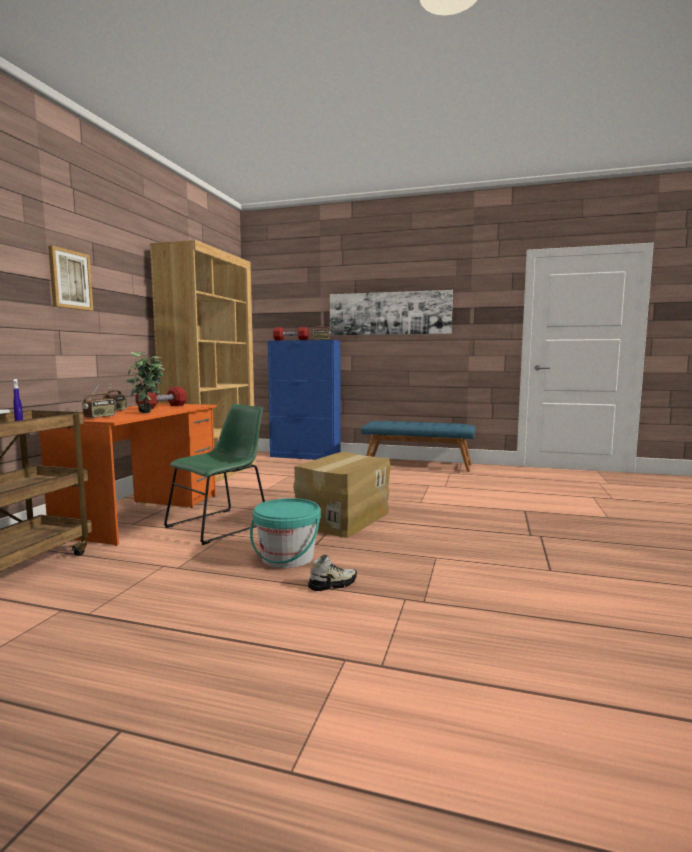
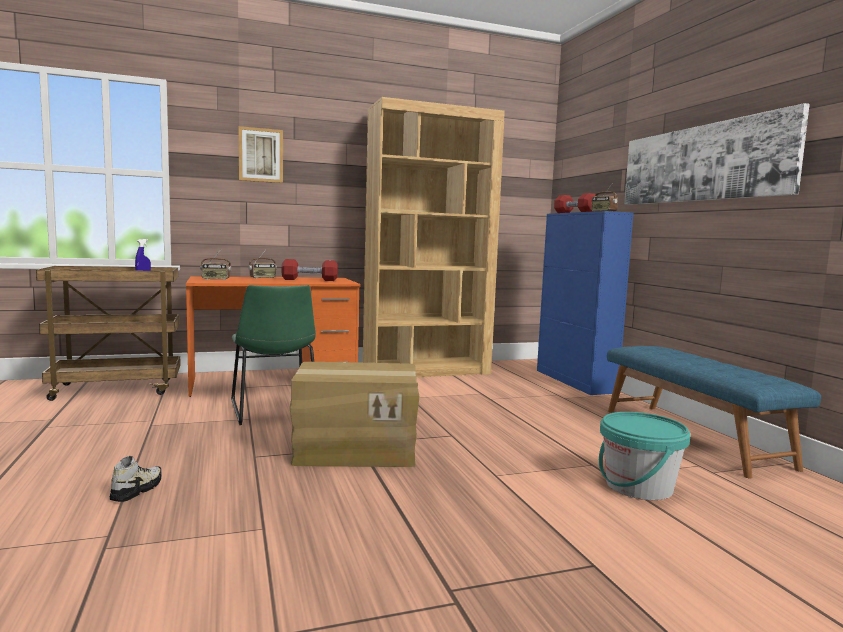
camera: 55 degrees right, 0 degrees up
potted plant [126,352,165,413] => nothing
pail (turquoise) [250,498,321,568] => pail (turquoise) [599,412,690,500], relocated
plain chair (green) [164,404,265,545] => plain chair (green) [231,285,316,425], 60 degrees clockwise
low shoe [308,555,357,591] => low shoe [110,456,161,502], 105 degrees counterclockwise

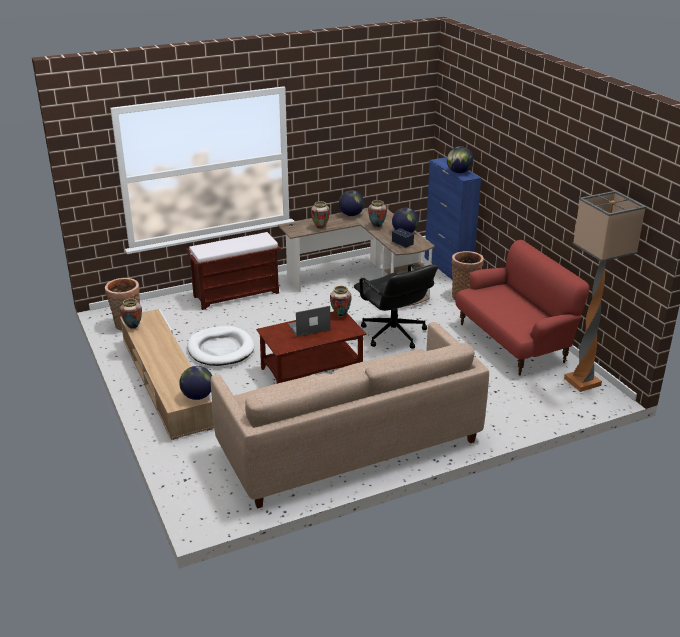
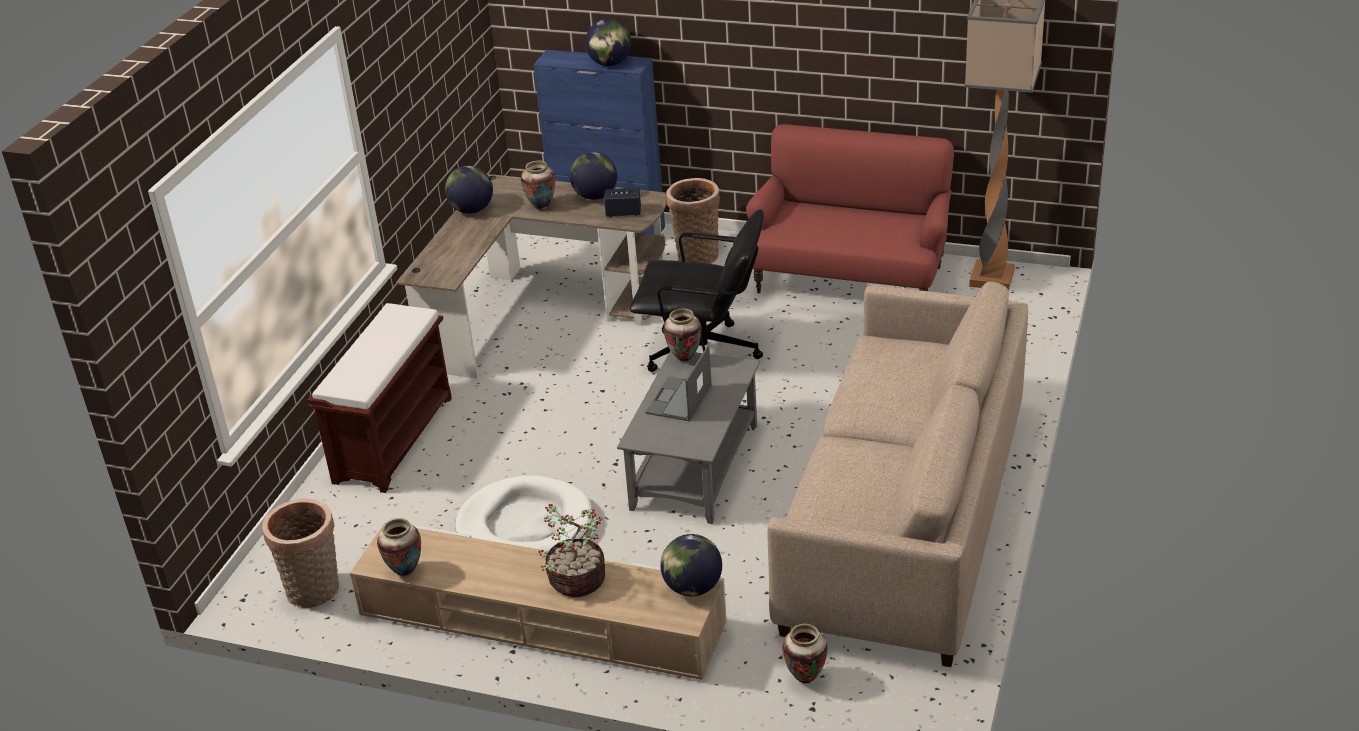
camera: 45 degrees left, 5 degrees up
nothing => potted plant [538,503,605,597]
vase [311,201,330,229] => vase [782,624,828,684], relocated
low table (brown) [256,311,367,384] => low table (grey) [617,351,760,524]

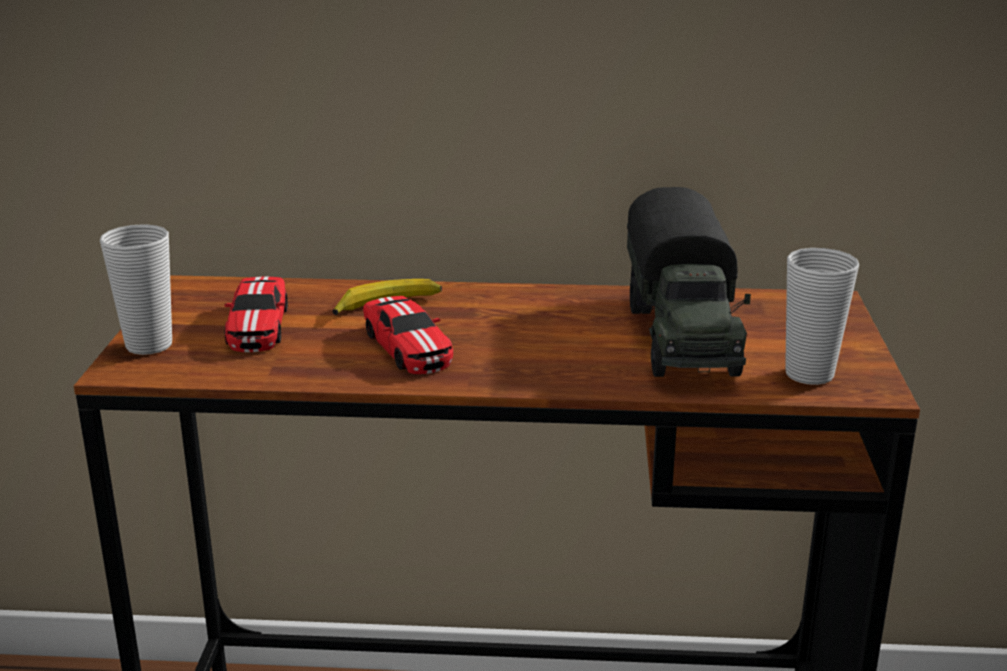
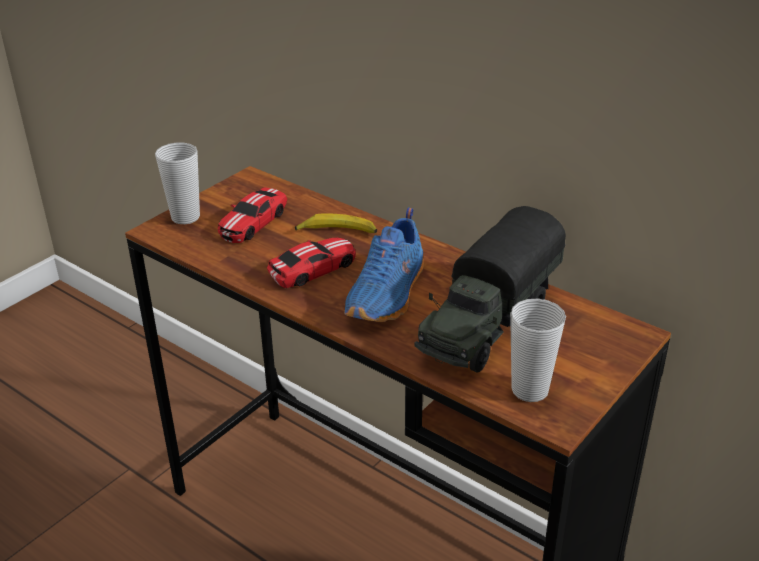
camera: 35 degrees right, 10 degrees up
nothing => low shoe (blue-coloured) [344,208,424,322]
model car [363,296,453,374] => model car [267,237,356,288], 135 degrees counterclockwise

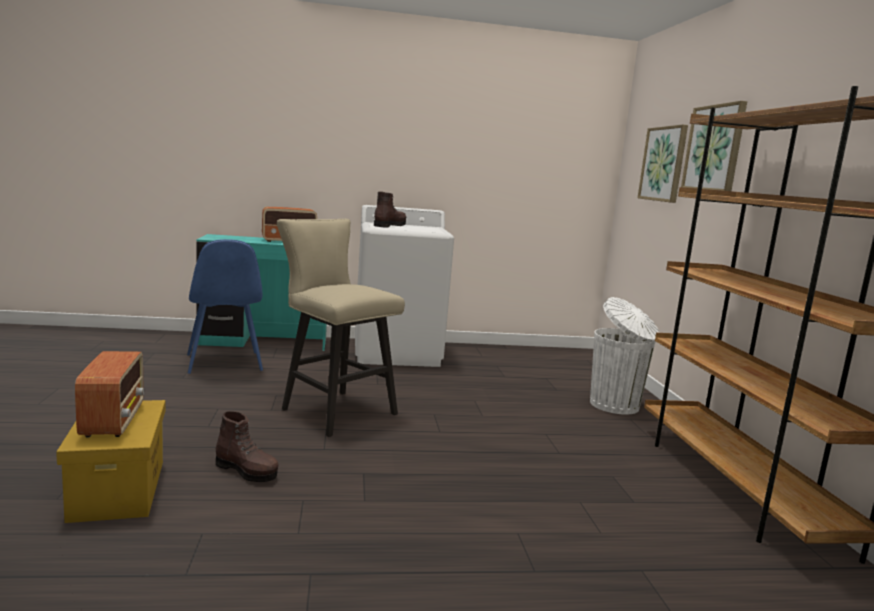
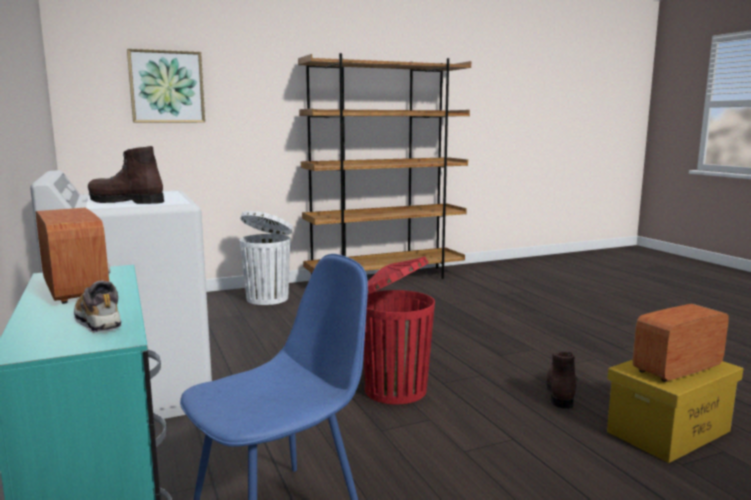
camera: 105 degrees left, 0 degrees up
picture [681,101,747,191] => nothing
nothing => low shoe [74,281,121,333]
stool seat (beige-coloured) [277,219,405,437] => waste bin (reddish) [363,257,435,404]

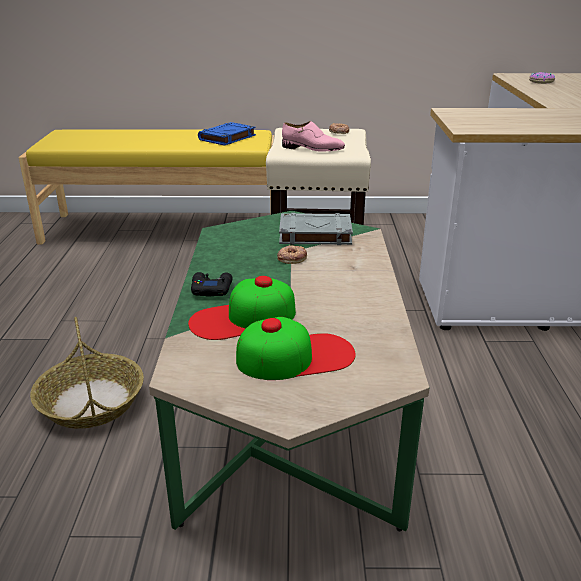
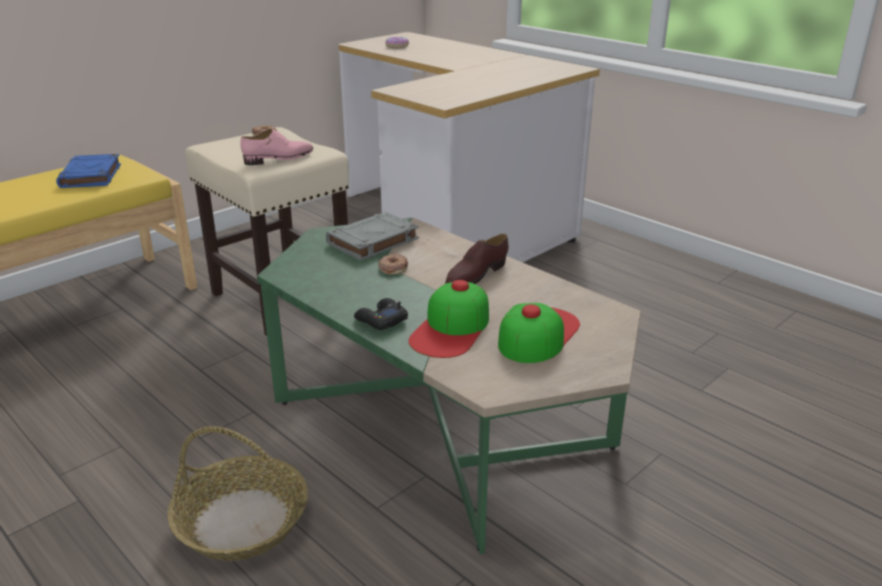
camera: 45 degrees left, 0 degrees up
nothing => low shoe (brown) [445,234,509,284]

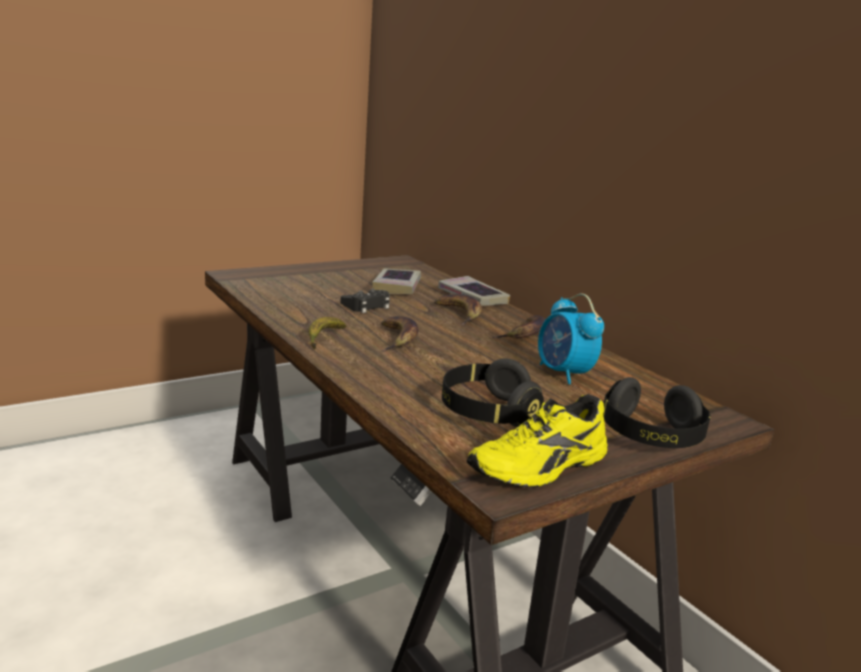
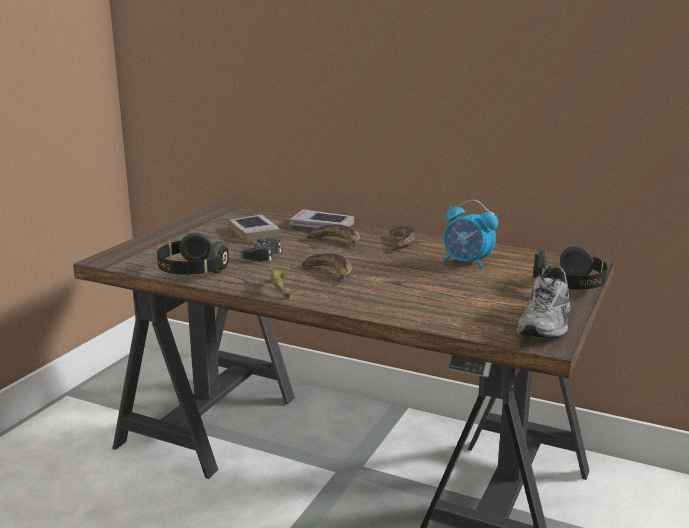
camera: 30 degrees left, 0 degrees up
headphones (blackish) [442,358,544,427] => headphones (blackish) [157,233,229,275], relocated
low shoe (yellowish) [467,394,608,487] => low shoe (grey) [517,266,570,338]

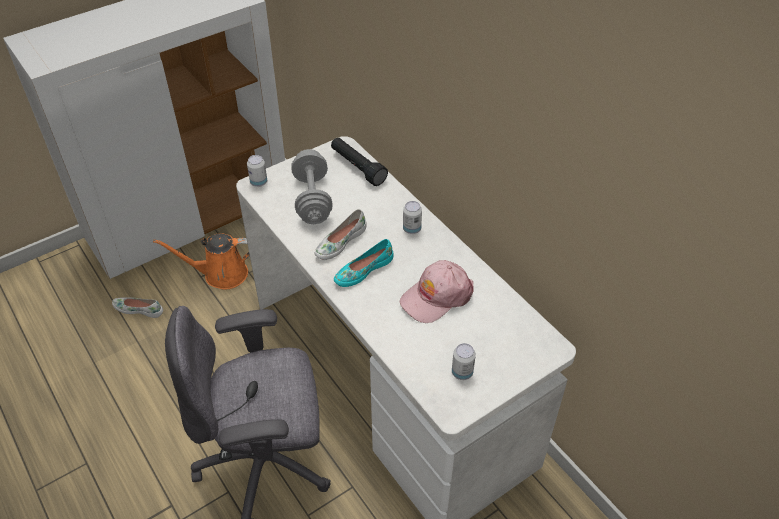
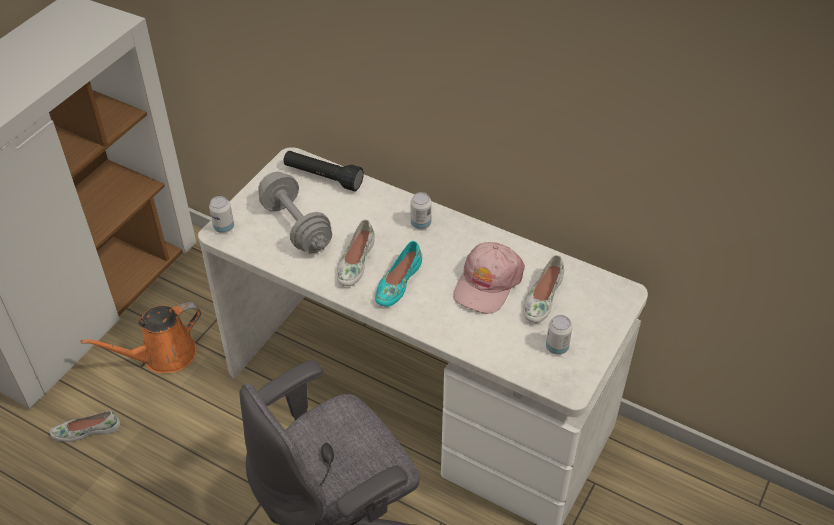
camera: 25 degrees left, 0 degrees up
nothing => low shoe (whitish) [523,255,564,323]

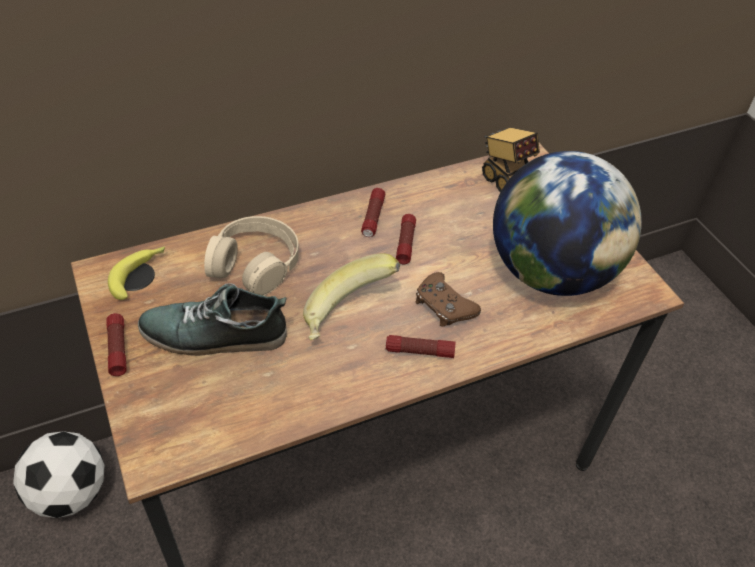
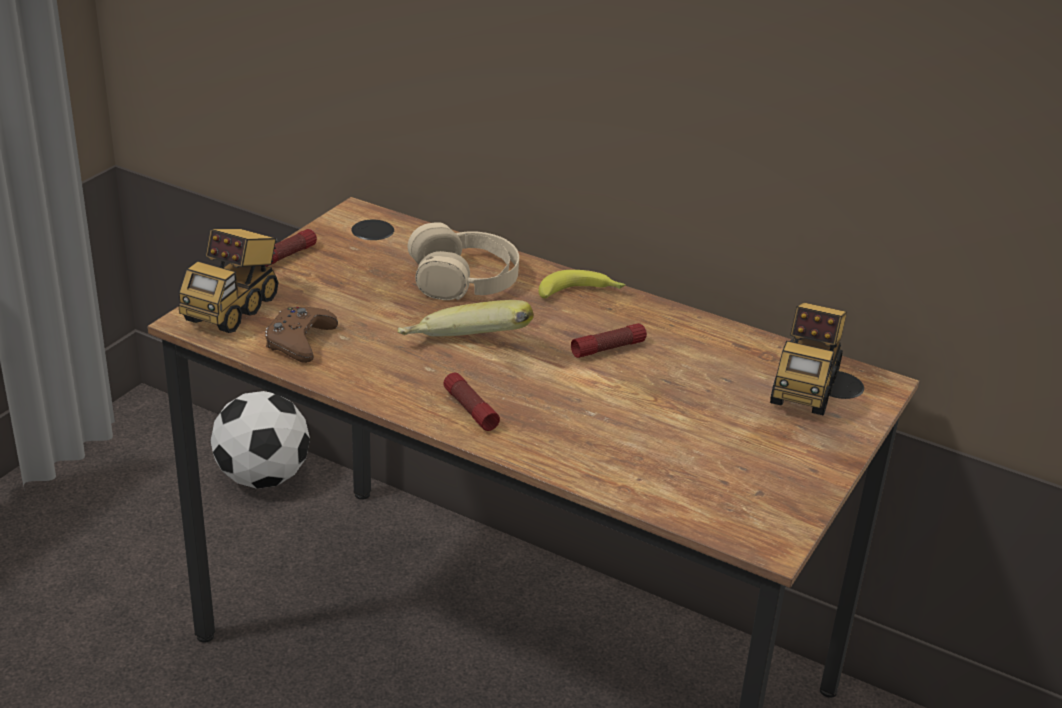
camera: 55 degrees right, 15 degrees down
low shoe [138,283,287,356] => nothing
torch [361,188,385,237] => nothing
desk globe [493,151,642,296] => nothing
nothing => model truck [178,229,279,333]
banana fruit [108,246,165,300] => banana fruit [539,270,626,299], relocated
gamepad (brown) [416,272,481,327] => gamepad (brown) [265,307,338,363], relocated

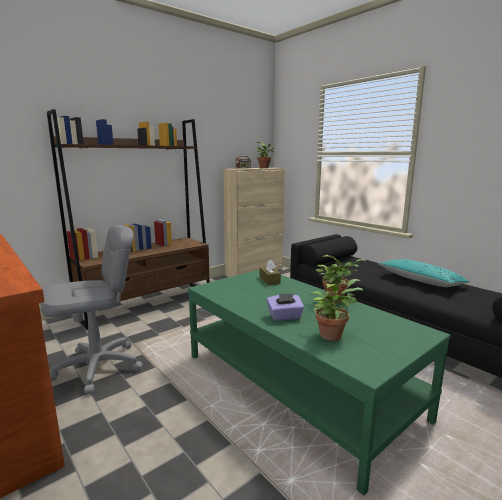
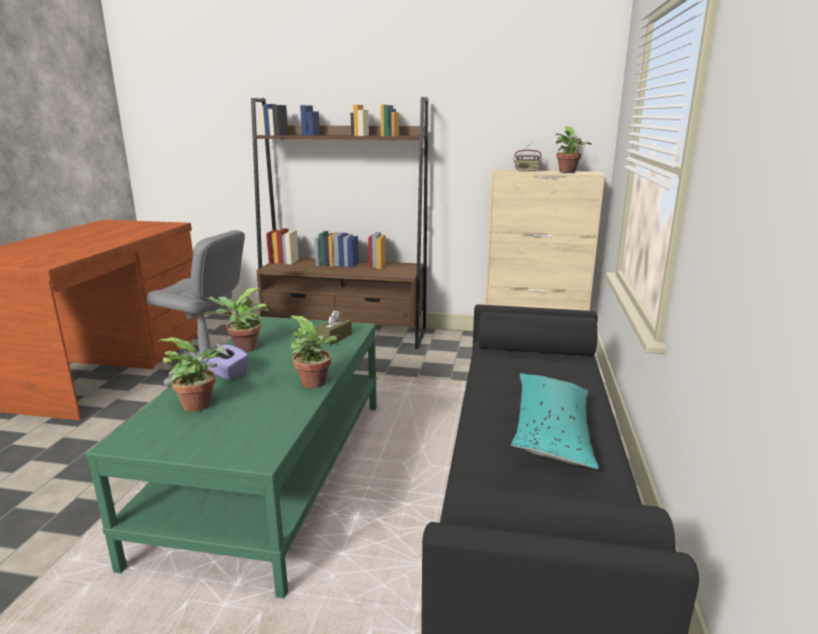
camera: 50 degrees right, 5 degrees up
nothing => potted plant [206,288,269,352]

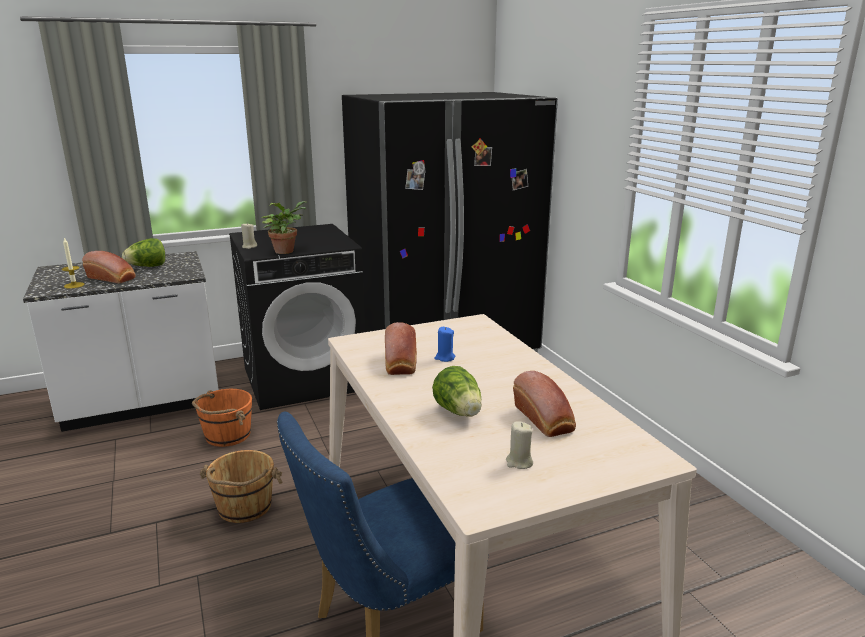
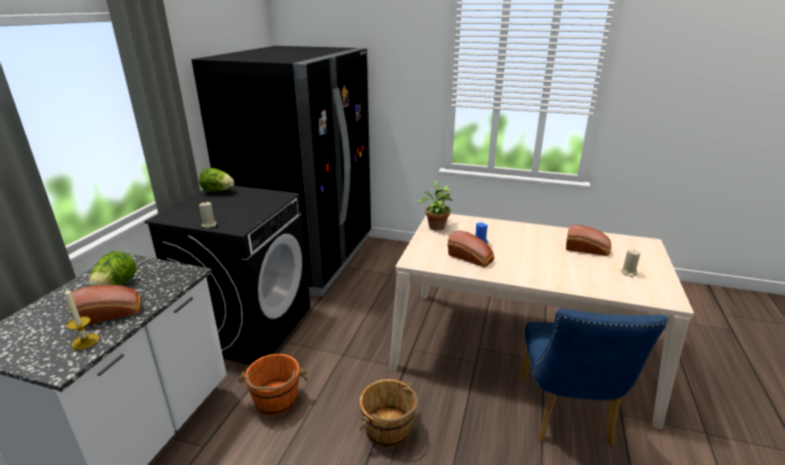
camera: 50 degrees left, 5 degrees up
potted plant [262,201,308,254] => potted plant [417,181,452,231], relocated
lettuce head [432,366,482,417] => lettuce head [199,168,234,192], relocated

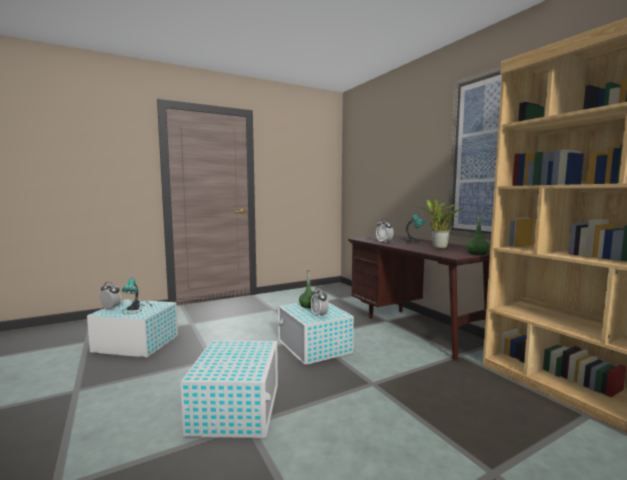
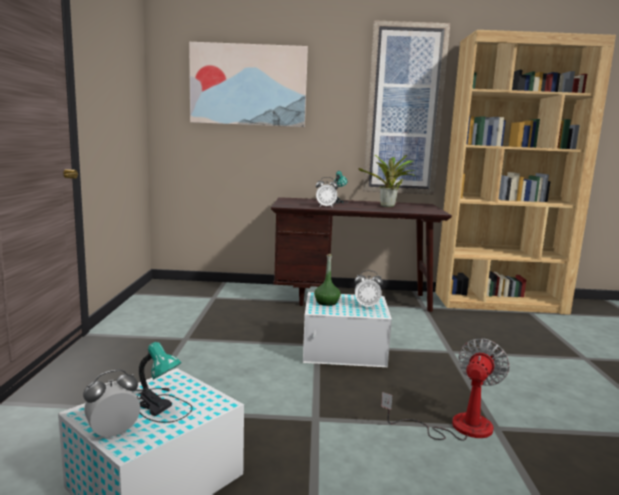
camera: 60 degrees left, 5 degrees up
bottle (green) [466,213,490,255] => nothing
nothing => picture [189,42,308,127]
storage container (whitish) [181,340,278,438] => cooling fan [381,339,510,441]

